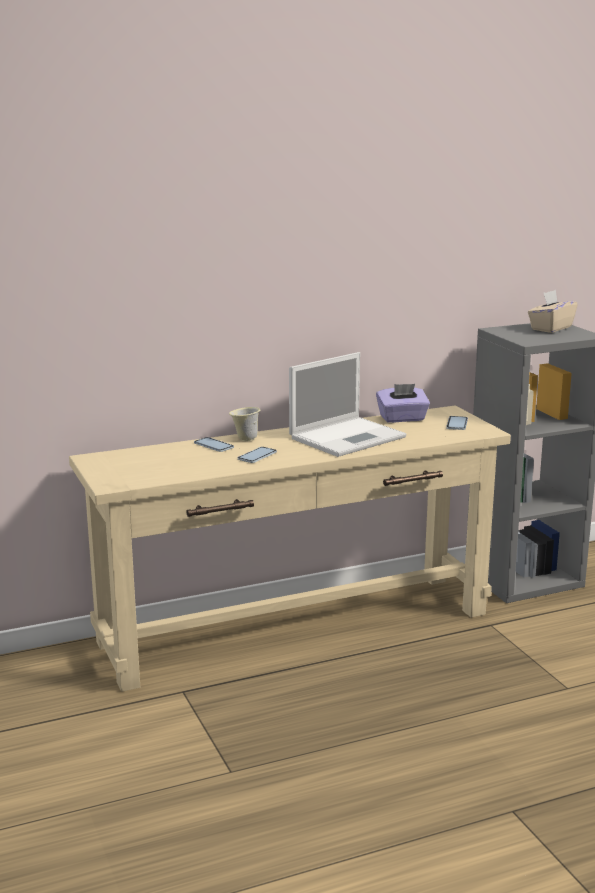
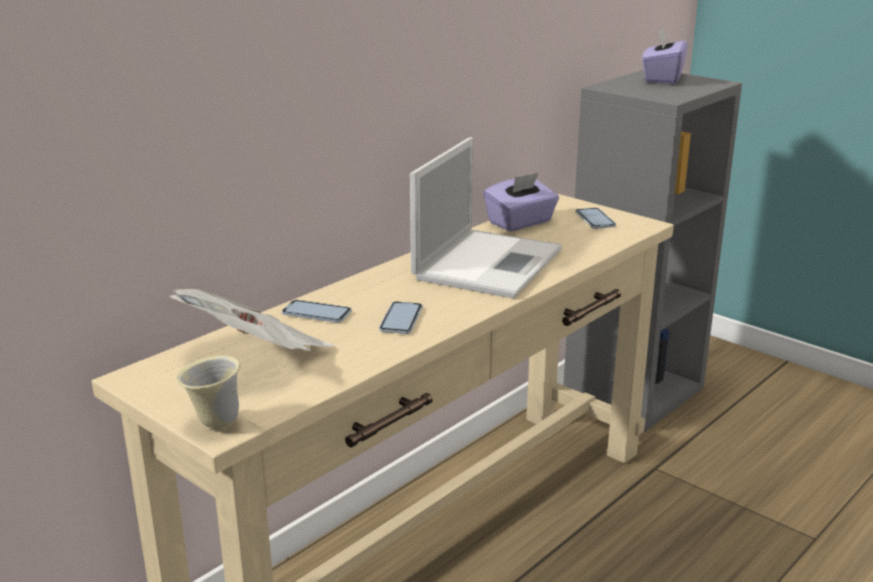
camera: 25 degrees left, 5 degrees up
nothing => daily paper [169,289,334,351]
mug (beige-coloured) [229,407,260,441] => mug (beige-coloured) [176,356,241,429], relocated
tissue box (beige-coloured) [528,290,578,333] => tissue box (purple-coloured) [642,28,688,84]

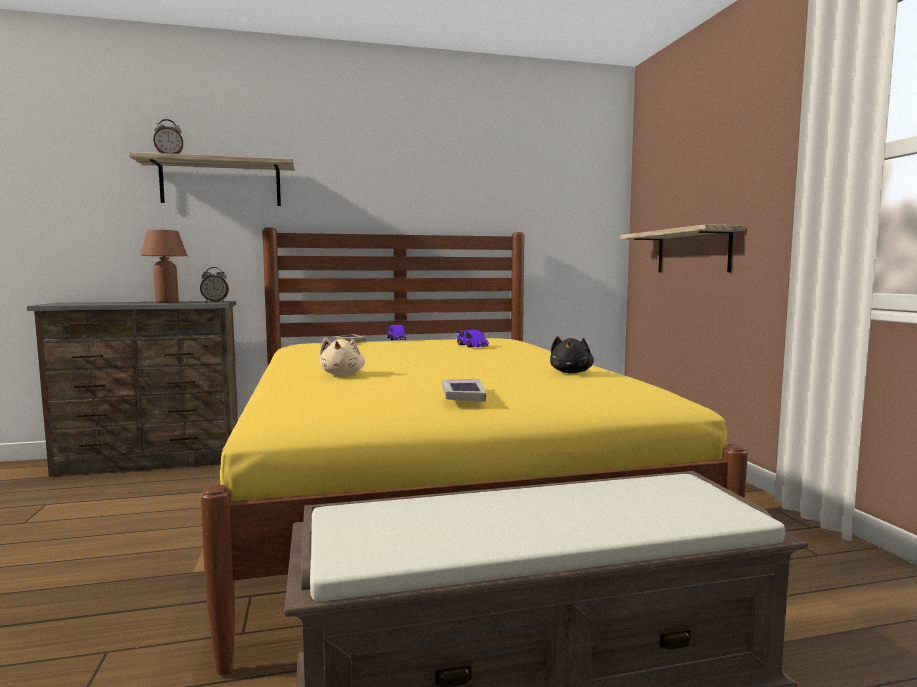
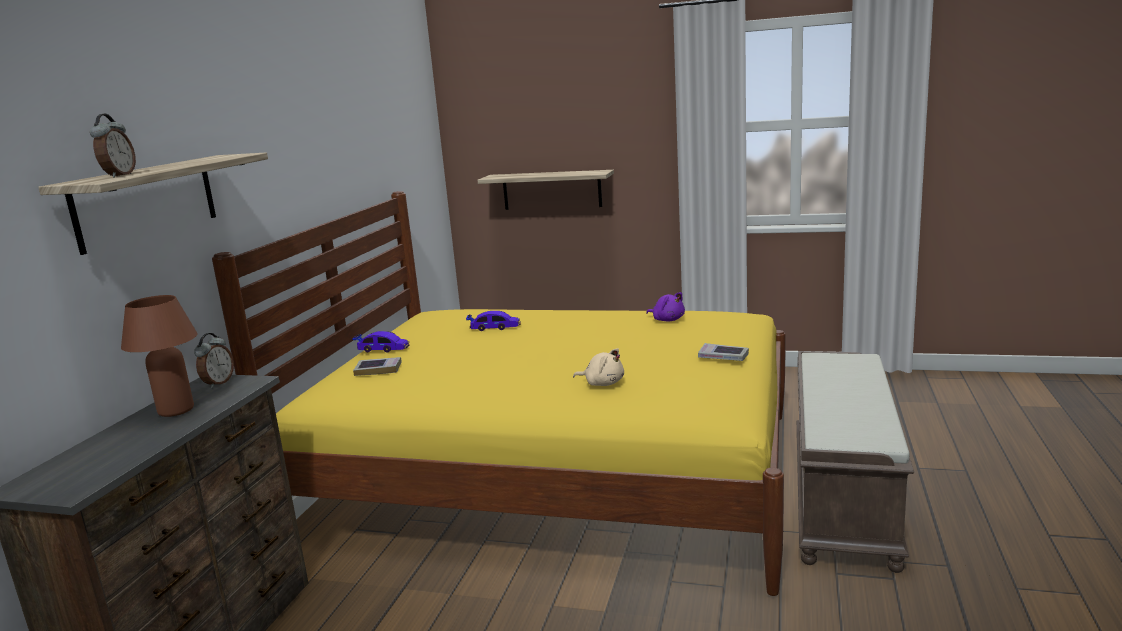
camera: 60 degrees left, 10 degrees up
soft toy (blackish) [550,336,594,373] => soft toy (purple-coloured) [646,292,685,322]

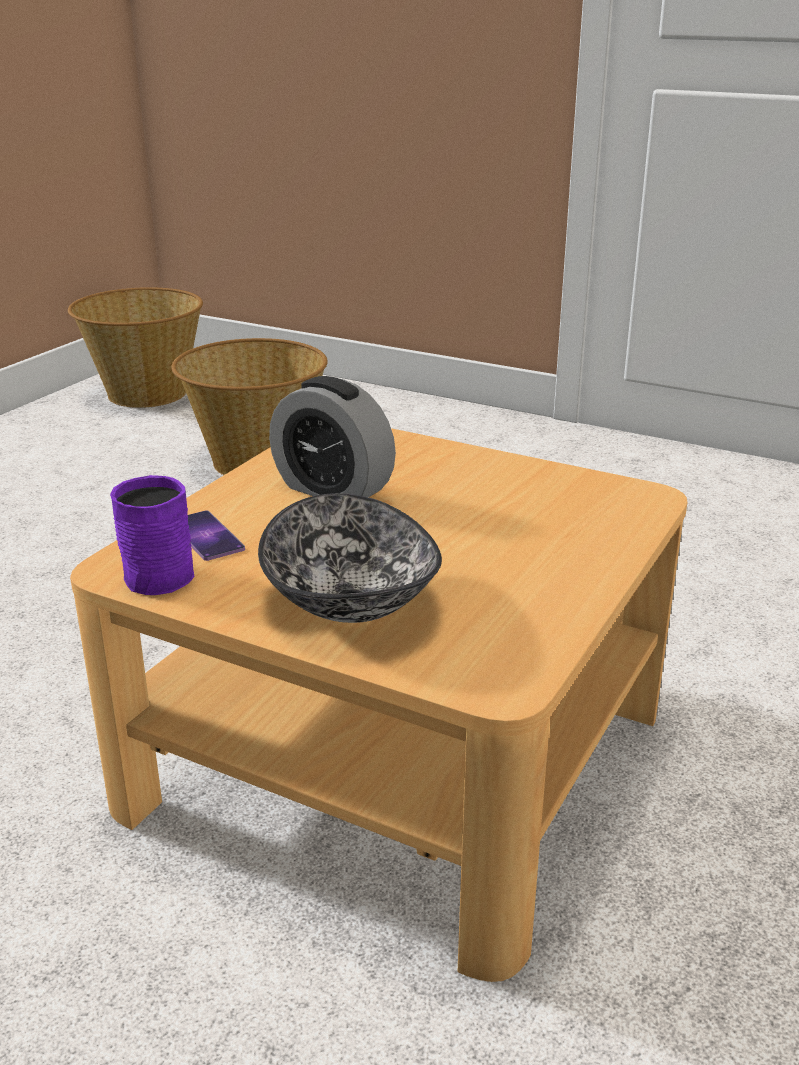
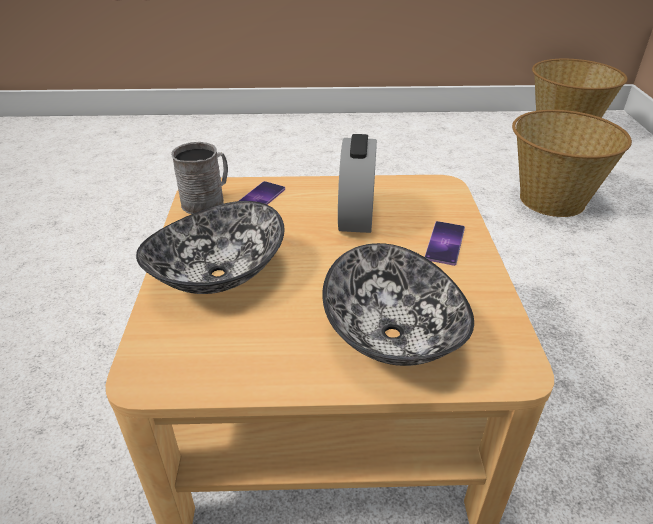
camera: 60 degrees right, 10 degrees up
nothing => deep dish [322,243,474,366]
nothing => handset [425,221,465,266]
mug (purple-coloured) [110,475,194,595] => mug (grey) [171,142,228,214]

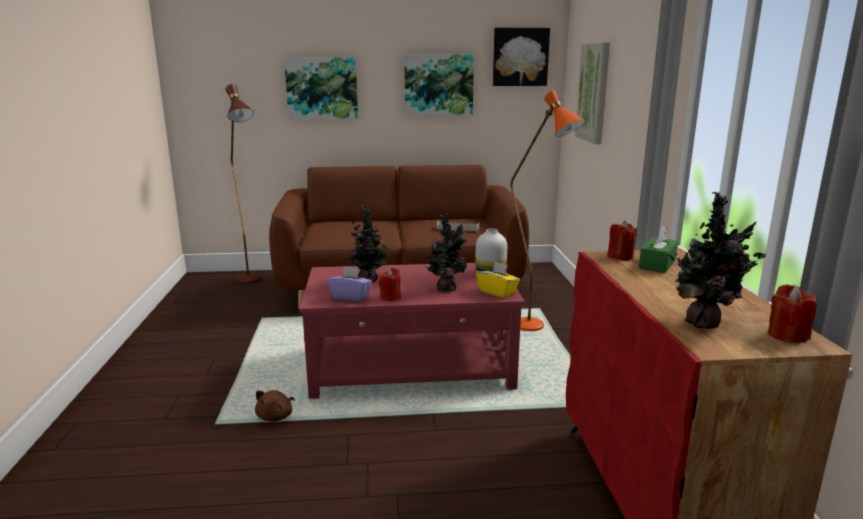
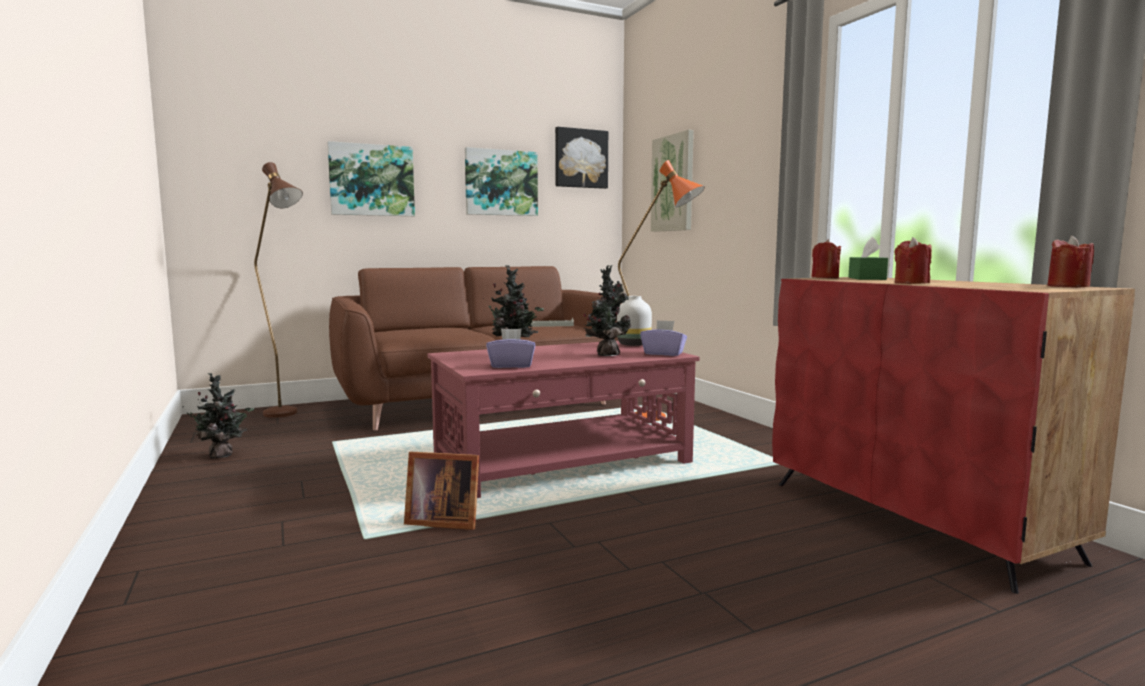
camera: 20 degrees left, 10 degrees down
wax candle (reddish) [379,268,401,301] => wax candle (reddish) [894,237,932,284], relocated
potted plant [665,192,766,329] => potted plant [182,373,254,458], relocated
soft toy (brown) [255,390,295,421] => picture frame [404,452,479,530]
tissue box (yellowish) [476,262,520,298] => tissue box (purple-coloured) [640,320,687,356]

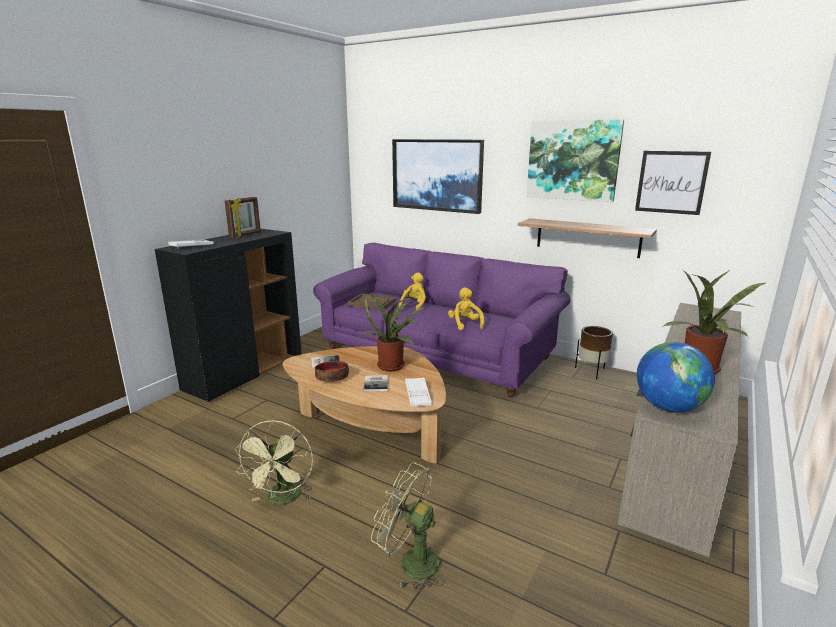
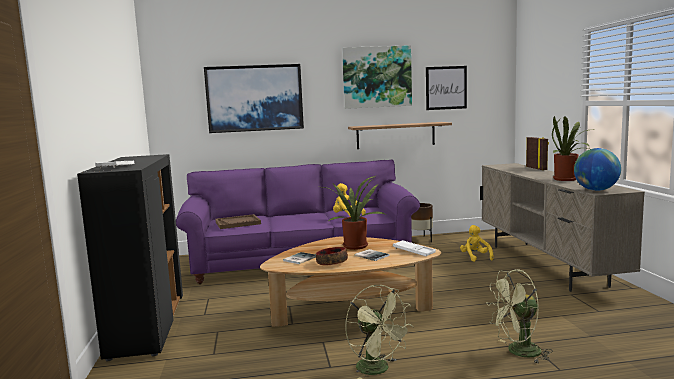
camera: 40 degrees left, 10 degrees down
picture frame [225,197,261,237] => picture frame [526,137,549,170], relocated
soft toy (yellowish) [399,272,426,310] => soft toy (yellowish) [460,225,494,262], relocated

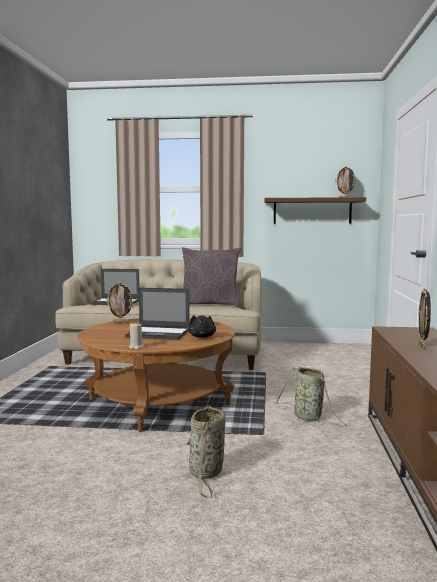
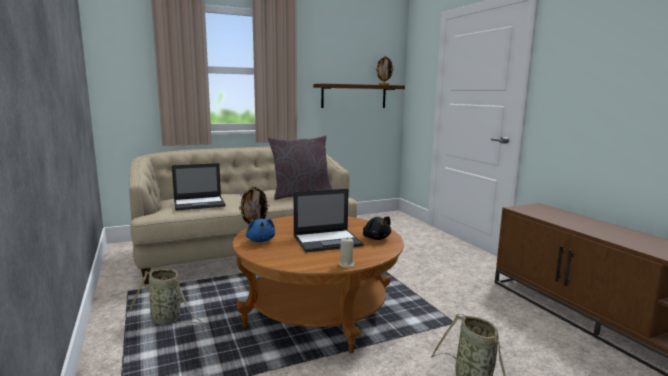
camera: 30 degrees left, 5 degrees up
picture frame [418,288,431,349] => nothing
nothing => soft toy (blue-coloured) [246,219,275,242]
household basket [275,366,347,426] => household basket [128,269,205,325], relocated

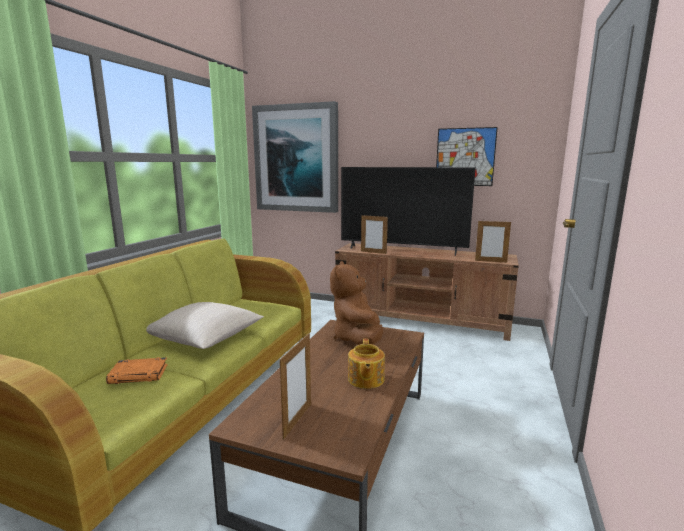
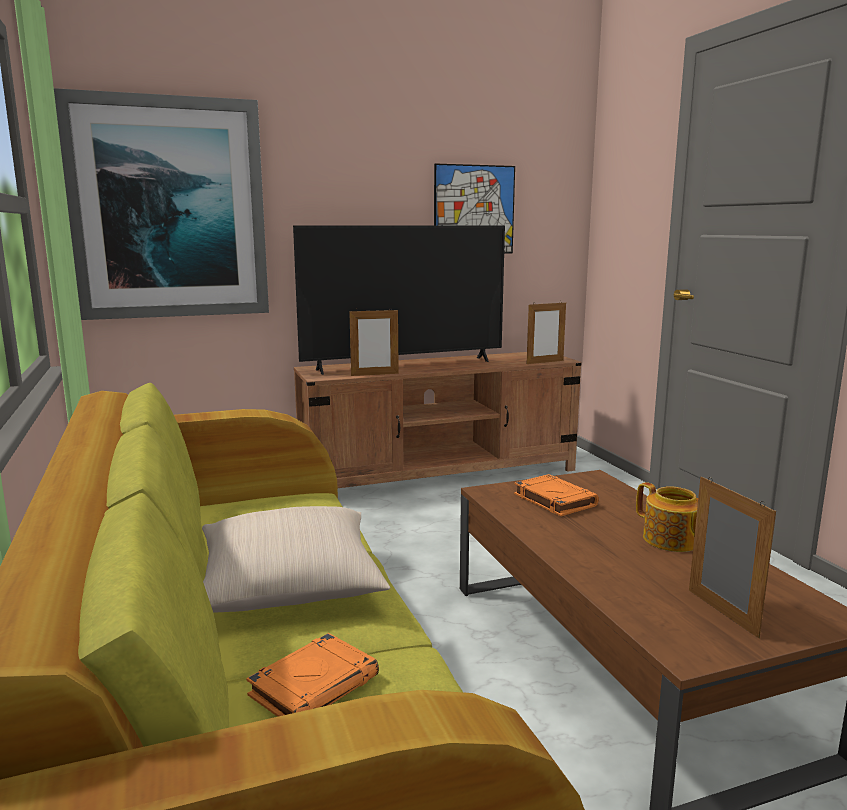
camera: 40 degrees left, 0 degrees up
soft toy (brown) [330,261,383,345] => bound book (orange) [514,474,599,516]

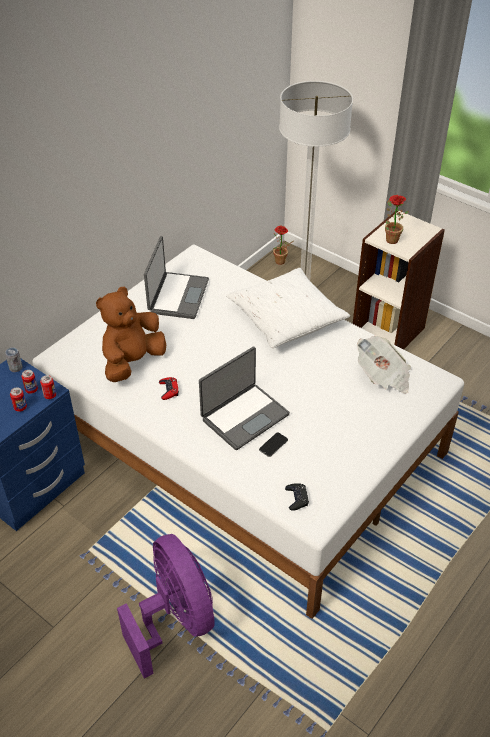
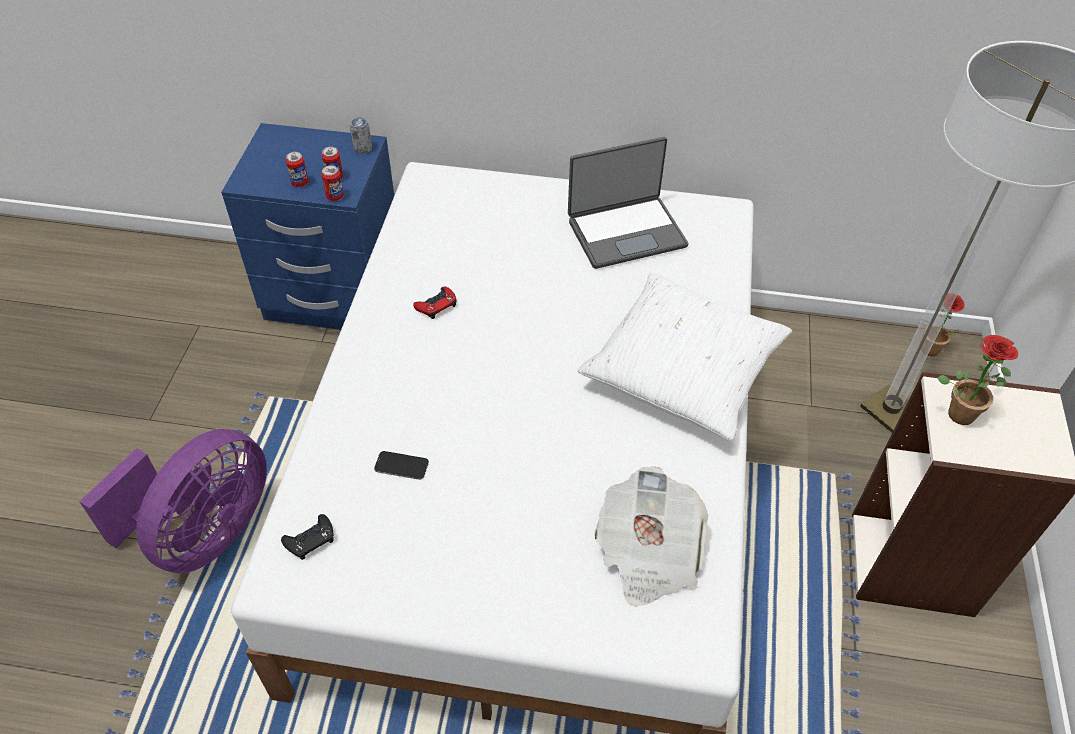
camera: 60 degrees right, 5 degrees up
soft toy (brown) [96,287,166,382] => nothing
laptop [199,347,290,450] => nothing

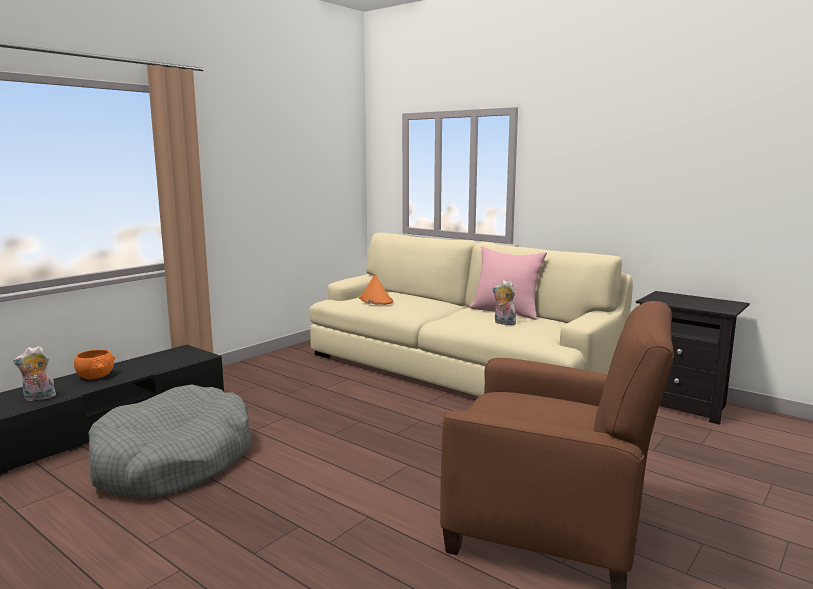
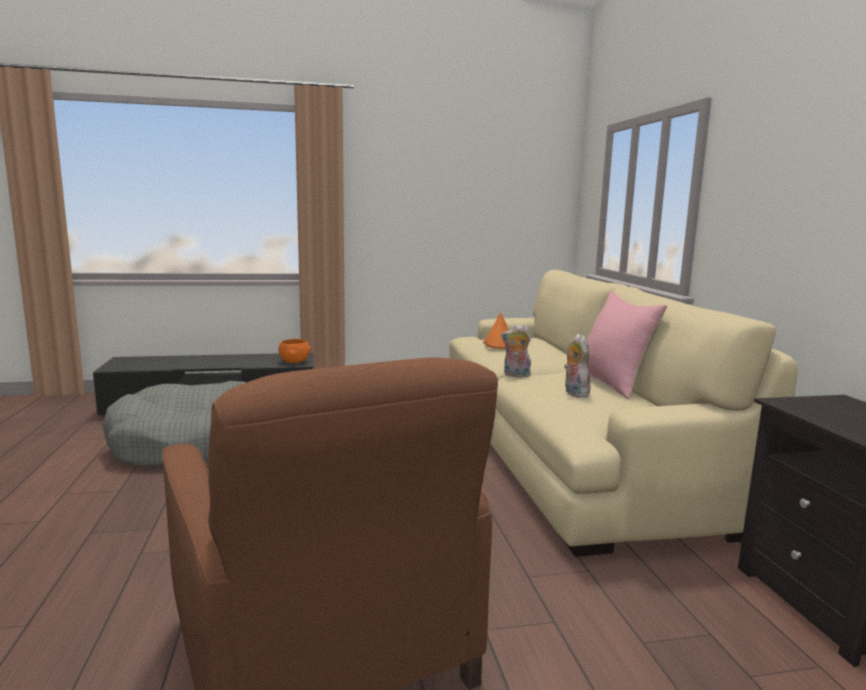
camera: 40 degrees right, 0 degrees up
soft toy [13,346,56,401] => soft toy [501,324,531,378], relocated
deep dish (orange) [74,350,115,379] => deep dish (orange) [278,339,311,363], relocated

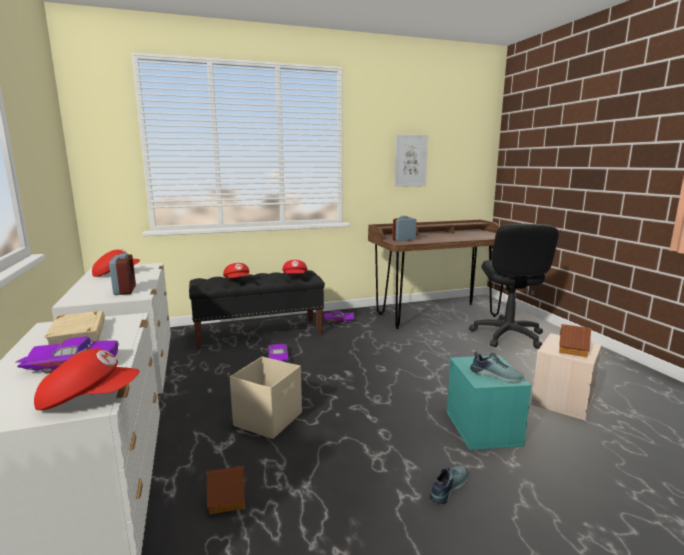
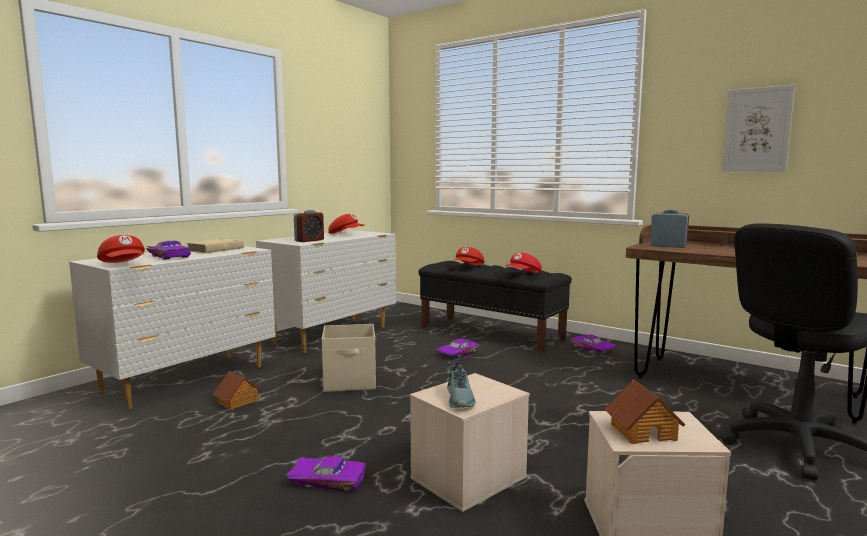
camera: 55 degrees right, 5 degrees down
low shoe [430,466,468,504] => model car (purple-coloured) [285,456,366,492]
storage container (turquoise) [446,355,532,450] => storage container (beige-coloured) [410,373,530,512]

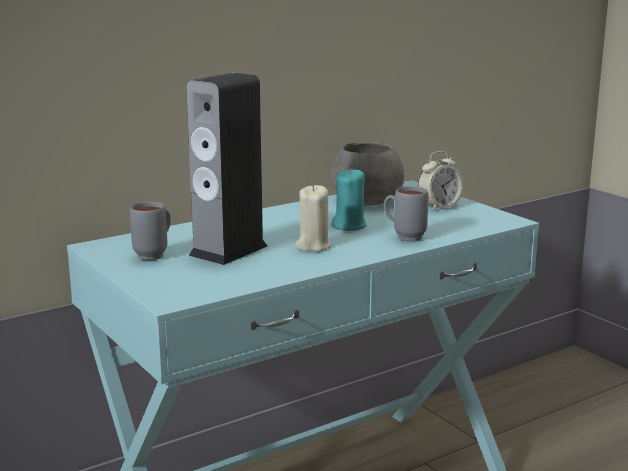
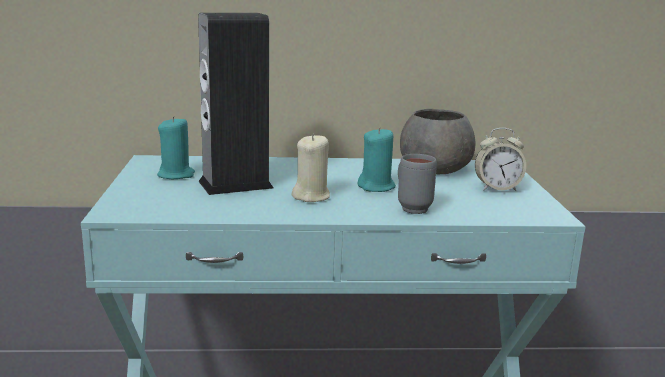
camera: 30 degrees right, 0 degrees up
mug (grey) [130,202,171,260] => wax candle (turquoise) [157,116,195,179]

